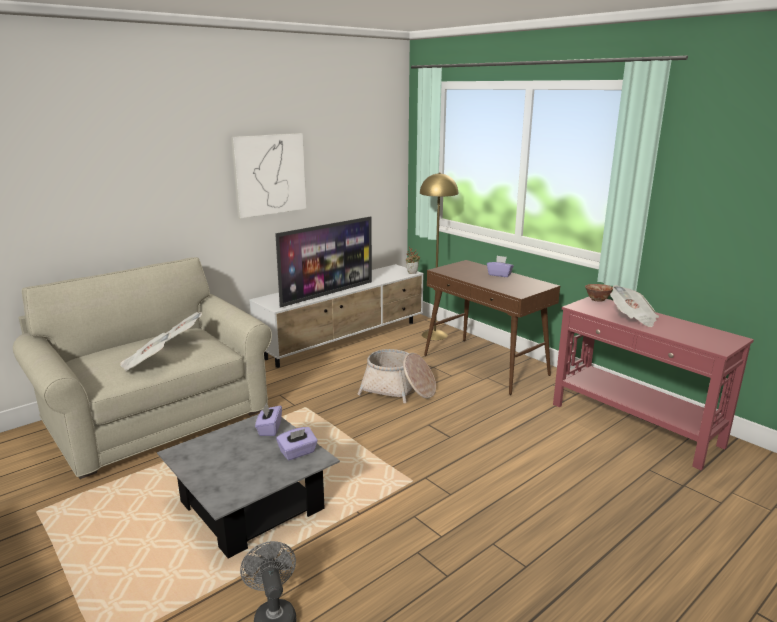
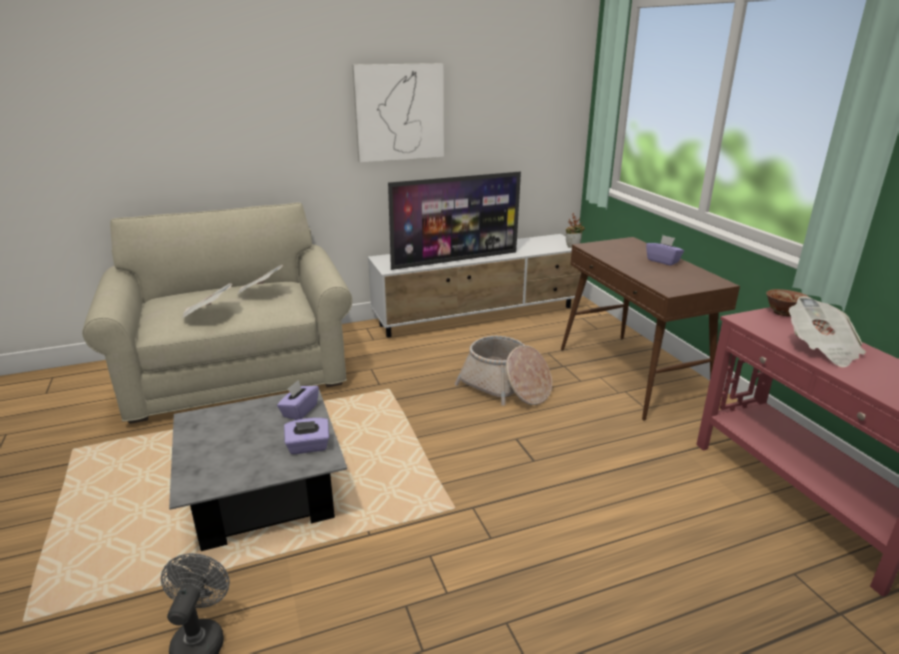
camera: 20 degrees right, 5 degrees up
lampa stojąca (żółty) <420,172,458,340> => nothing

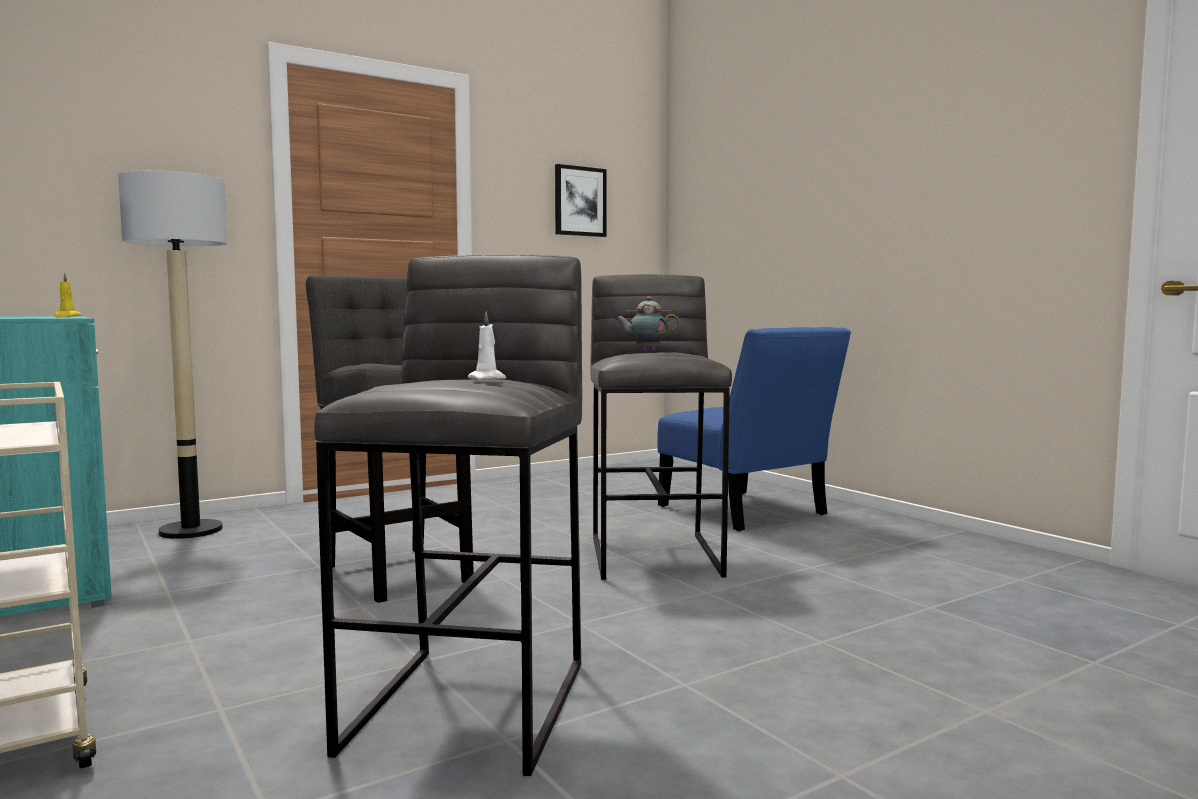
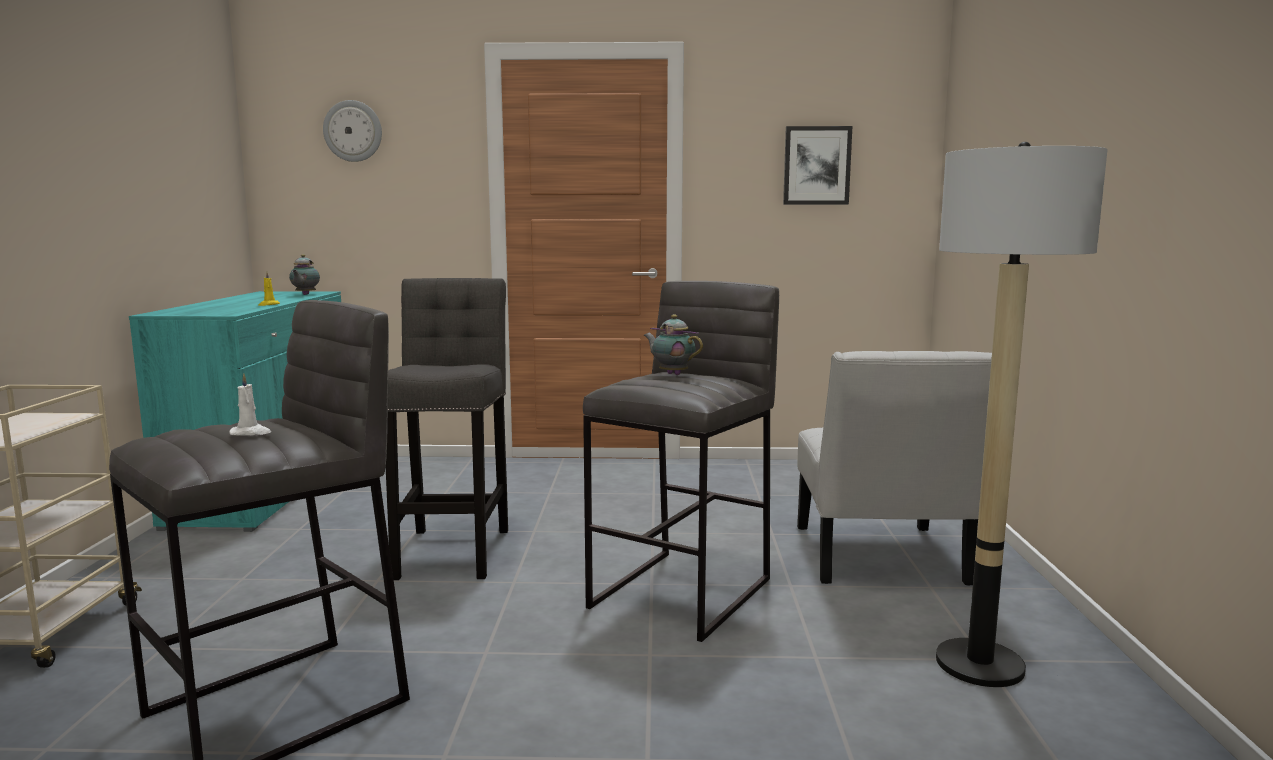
camera: 35 degrees right, 5 degrees up
lampa stojąca <118,170,227,539> => lampa stojąca <936,142,1108,687>, relocated
krzesło (niebieski) <657,327,851,531> => krzesło (biały) <797,351,992,586>
nothing => imbryk <289,254,320,295>
nothing => zegar ścienny <323,100,382,162>

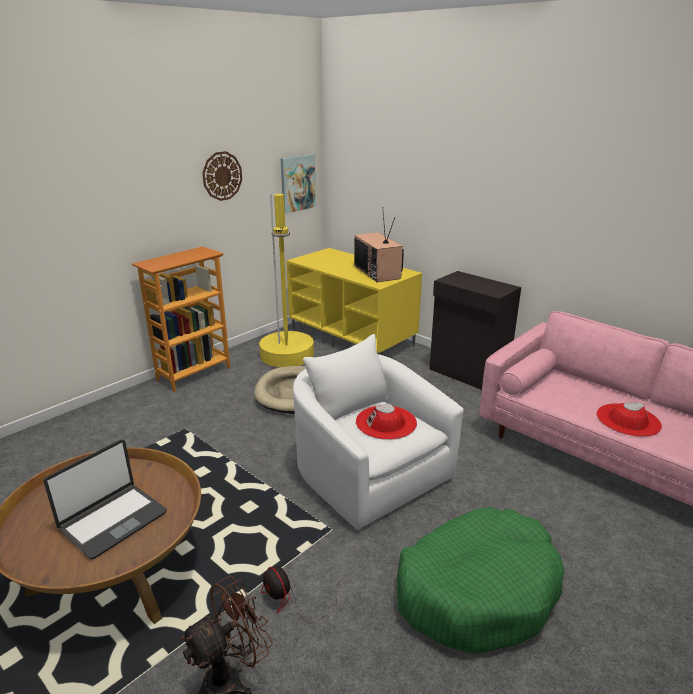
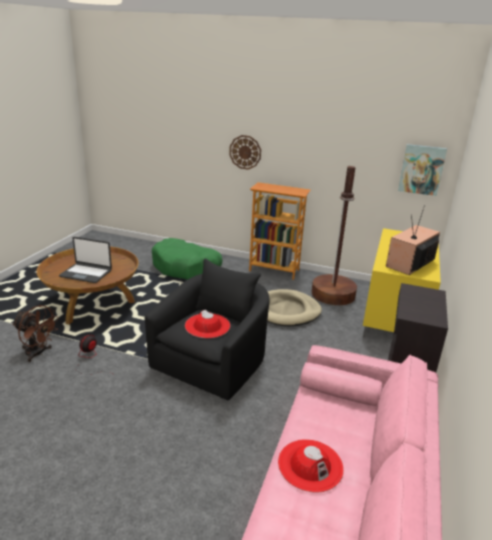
camera: 65 degrees right, 0 degrees up
zegar ścienny <202,151,242,201> => zegar ścienny <229,135,261,170>, relocated
lampa stojąca (żółty) <259,194,314,367> => lampa stojąca (brązowy) <312,166,357,305>
fotel (biały) <293,334,464,530> => fotel (czarny) <144,259,270,400>
legowisko (zielony) <397,507,565,653> => legowisko (zielony) <151,238,222,280>, relocated

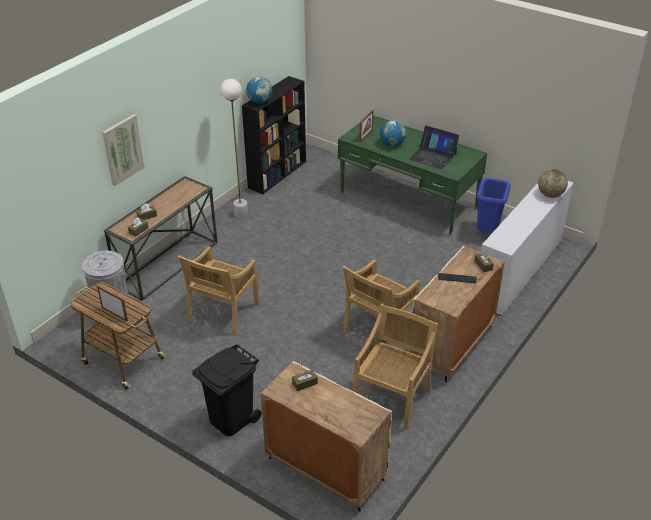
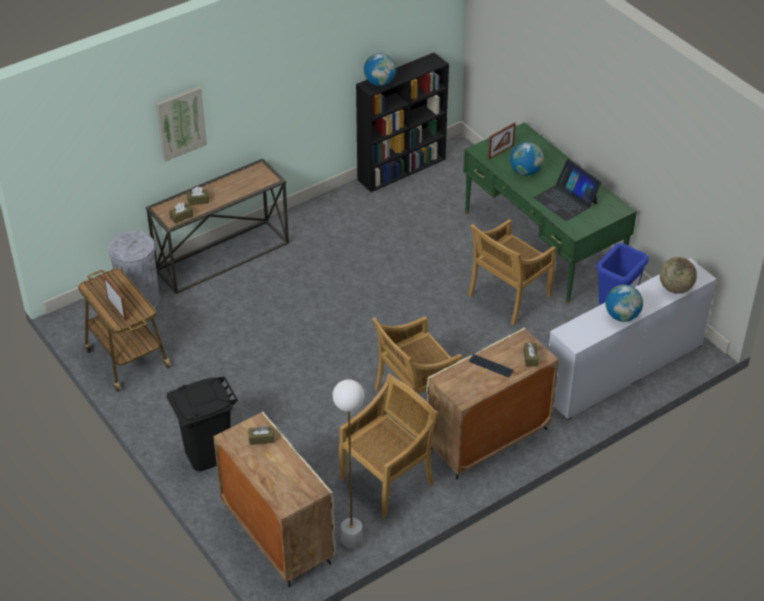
camera: 20 degrees right, 5 degrees up
krzesło (beżowy) <178,246,259,336> => krzesło (beżowy) <468,219,556,325>, relocated
lampa stojąca (biały) <221,79,248,218> => lampa stojąca (biały) <333,379,365,548>, relocated
nothing => globus <605,285,643,322>

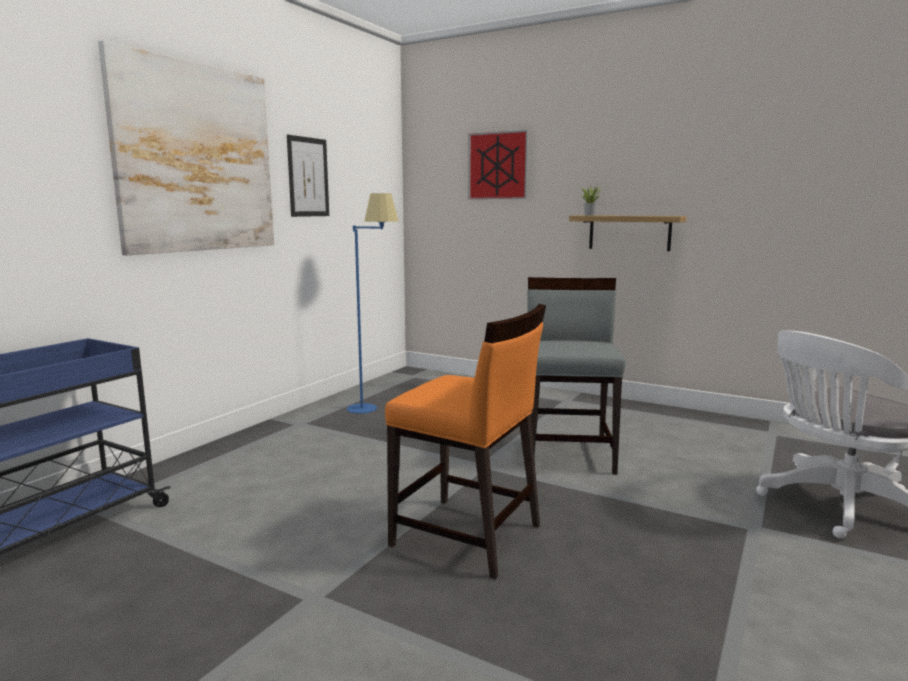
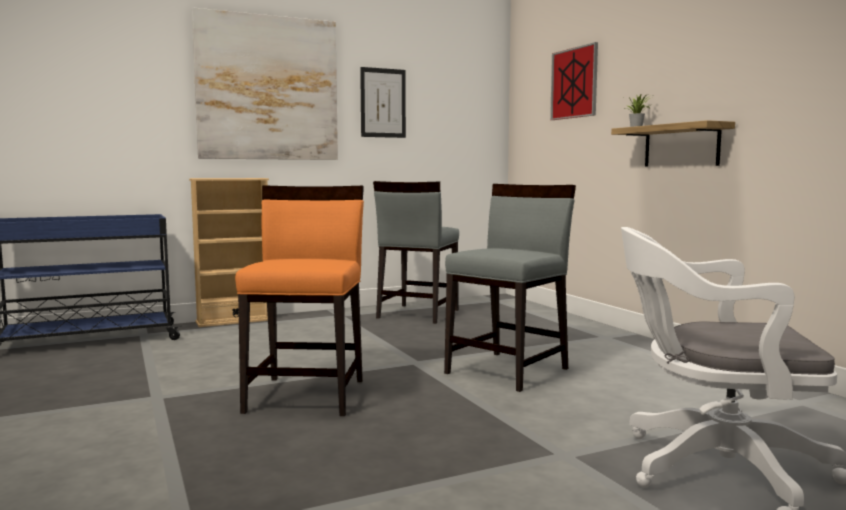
camera: 35 degrees right, 5 degrees down
lampa stojąca (niebieski) <347,193,399,414> => krzesło (szary) <373,181,459,324>
krzesło (pomarańczowy) <385,304,546,580> => krzesło (pomarańczowy) <235,185,364,416>, 150 degrees counterclockwise
nothing => regał (beżowy) <189,178,269,327>

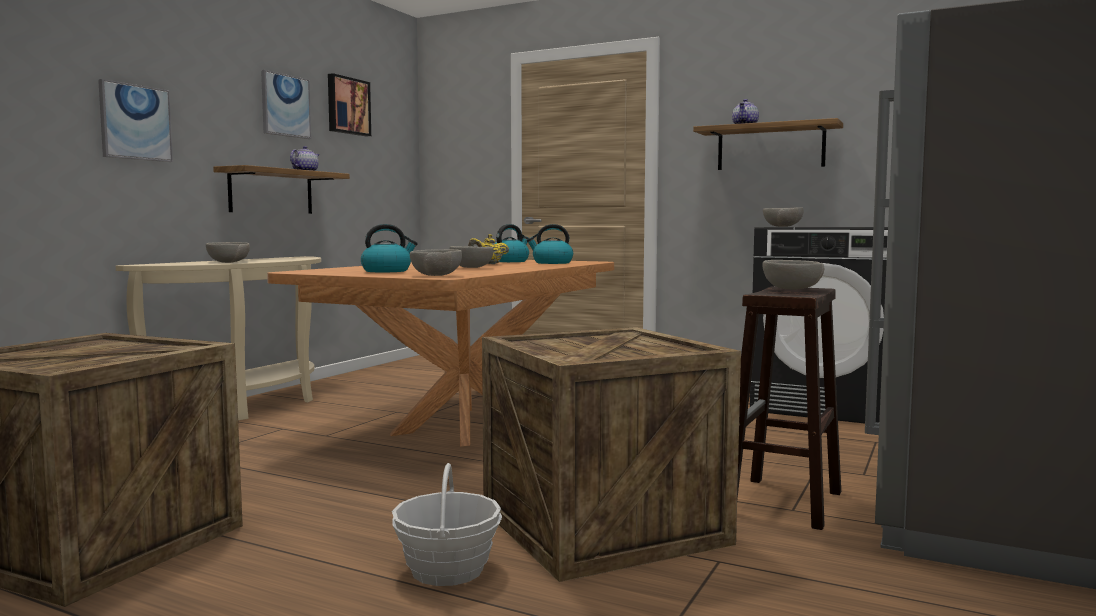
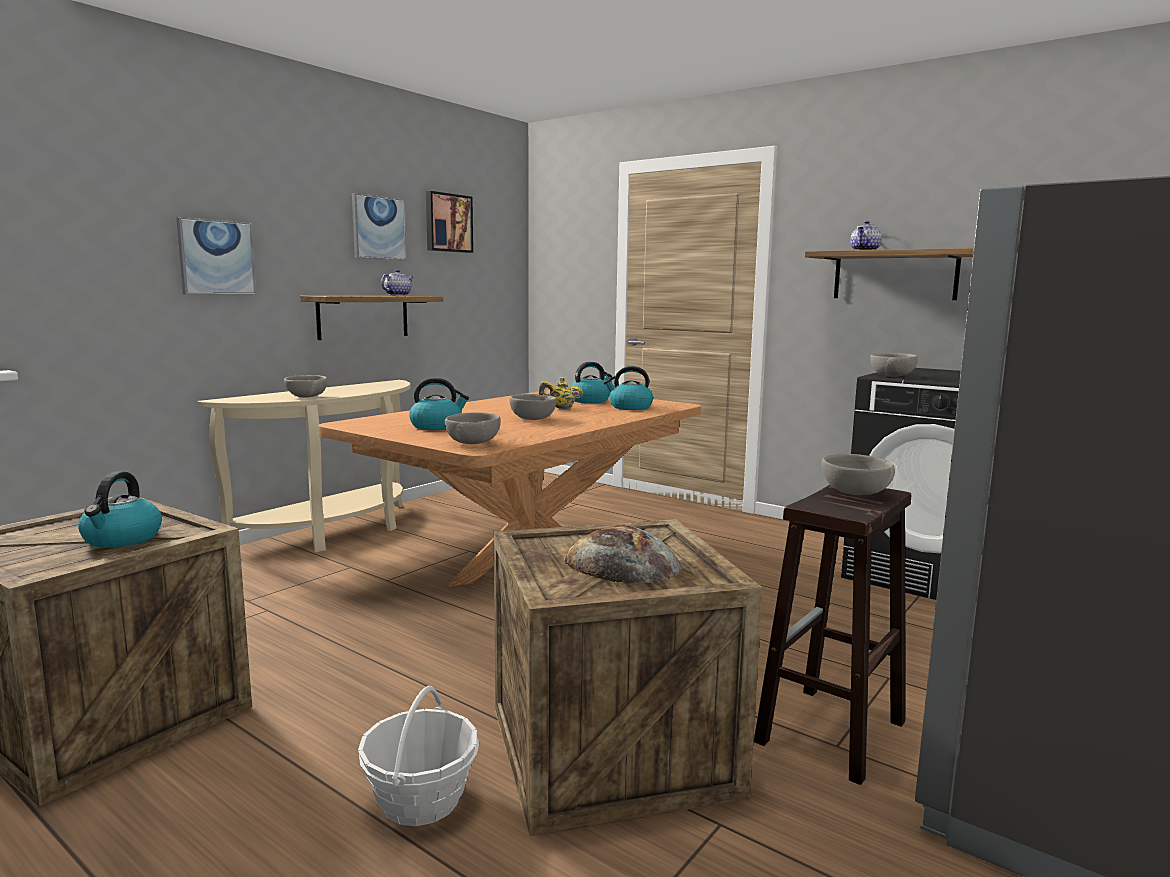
camera: 10 degrees right, 5 degrees up
nothing => czajnik <78,471,162,548>
nothing => chleb <564,525,682,584>

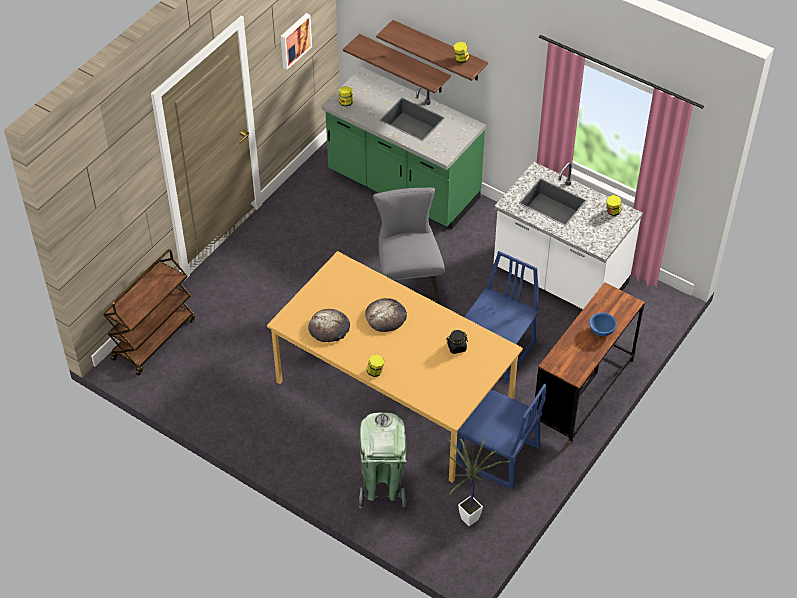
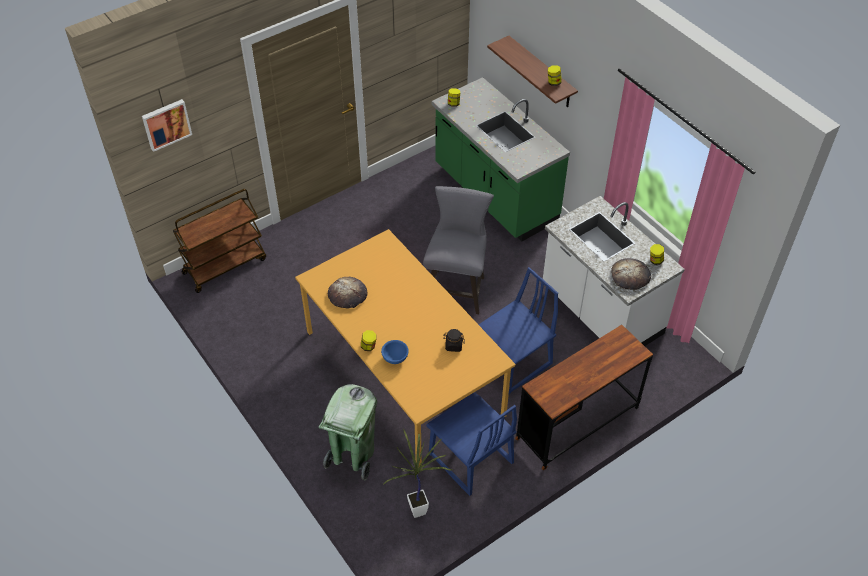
camera: 20 degrees right, 0 degrees up
obraz <281,13,312,70> => obraz <142,99,192,152>, relocated
półka <343,34,451,94> => nothing
chleb <365,298,407,332> => chleb <611,258,651,290>, relocated
miska (niebieski) <589,312,617,336> => miska (niebieski) <381,340,409,364>, relocated

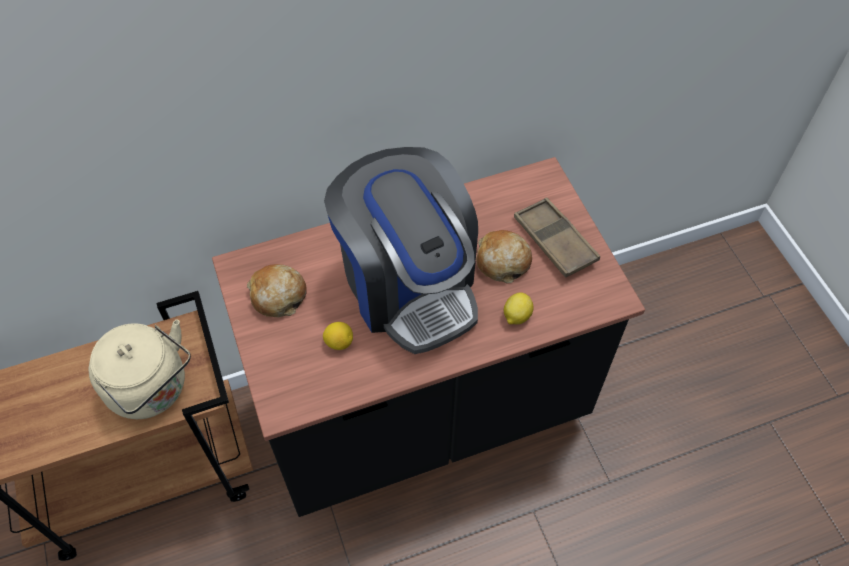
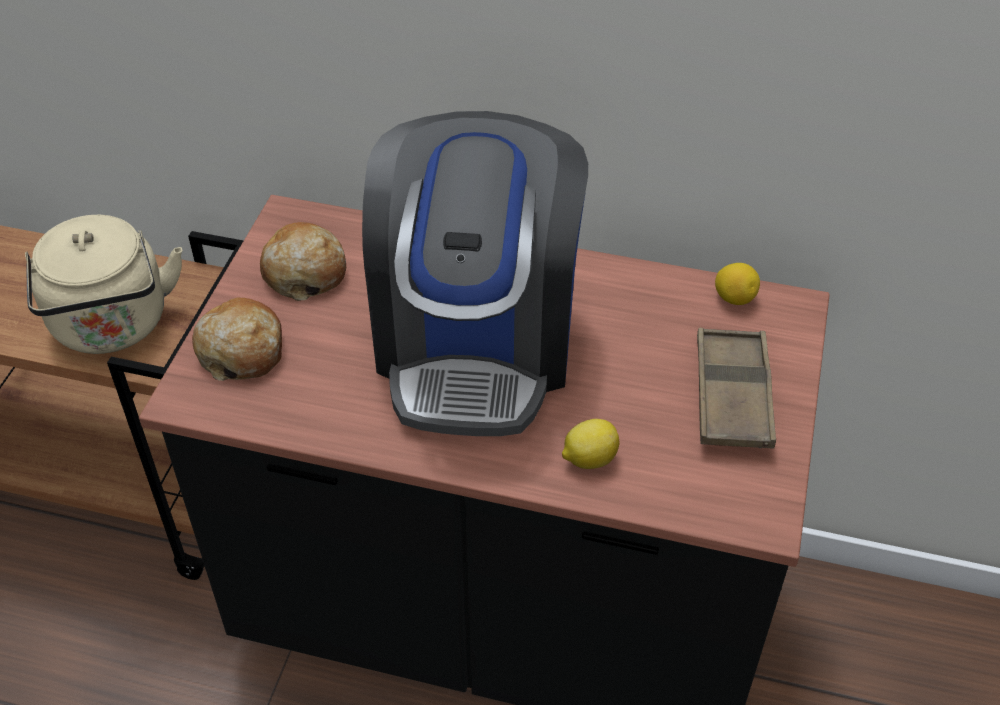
camera: 35 degrees right, 10 degrees down
cytryna <323,322,353,350> => cytryna <715,263,760,305>, relocated
chleb <476,230,532,283> => chleb <192,298,282,381>, relocated

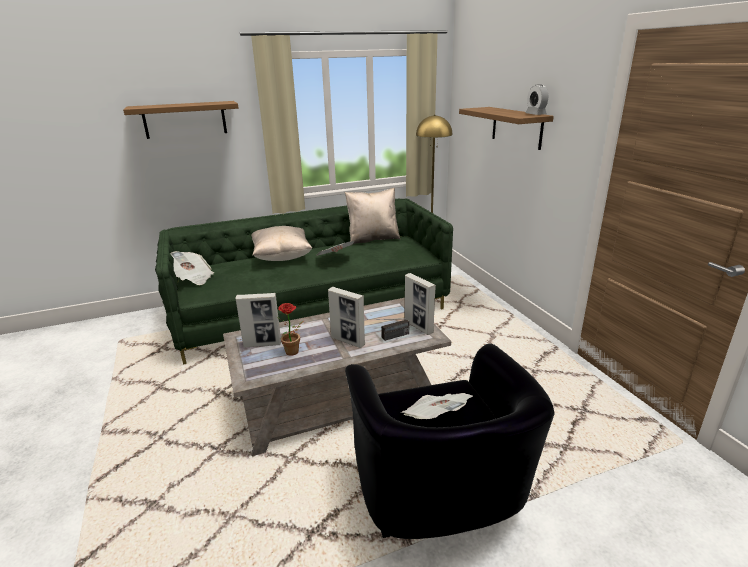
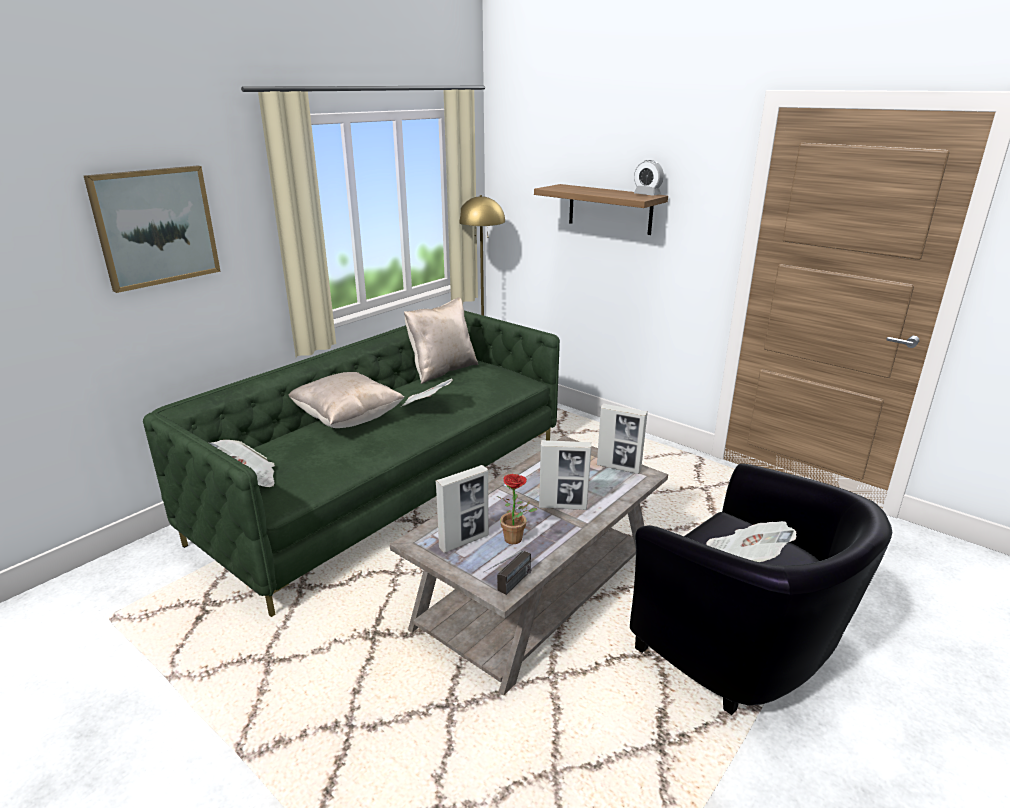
camera: 30 degrees left, 0 degrees up
półka <123,101,239,139> => obraz <84,166,221,293>
radio <367,318,409,341> => radio <483,550,532,595>, relocated

